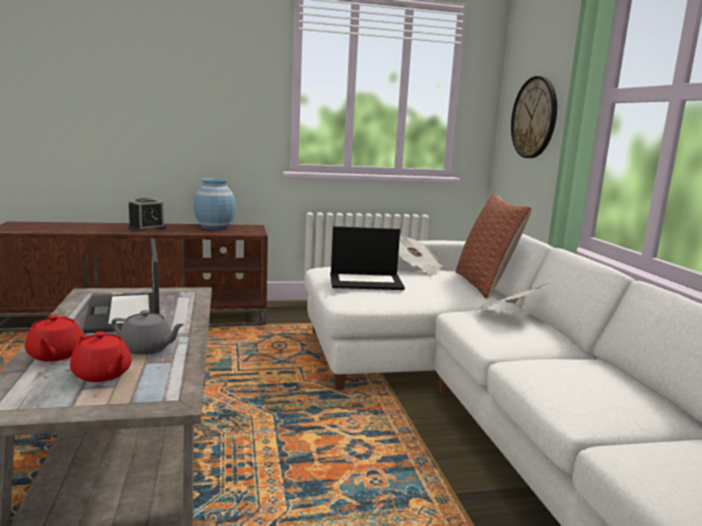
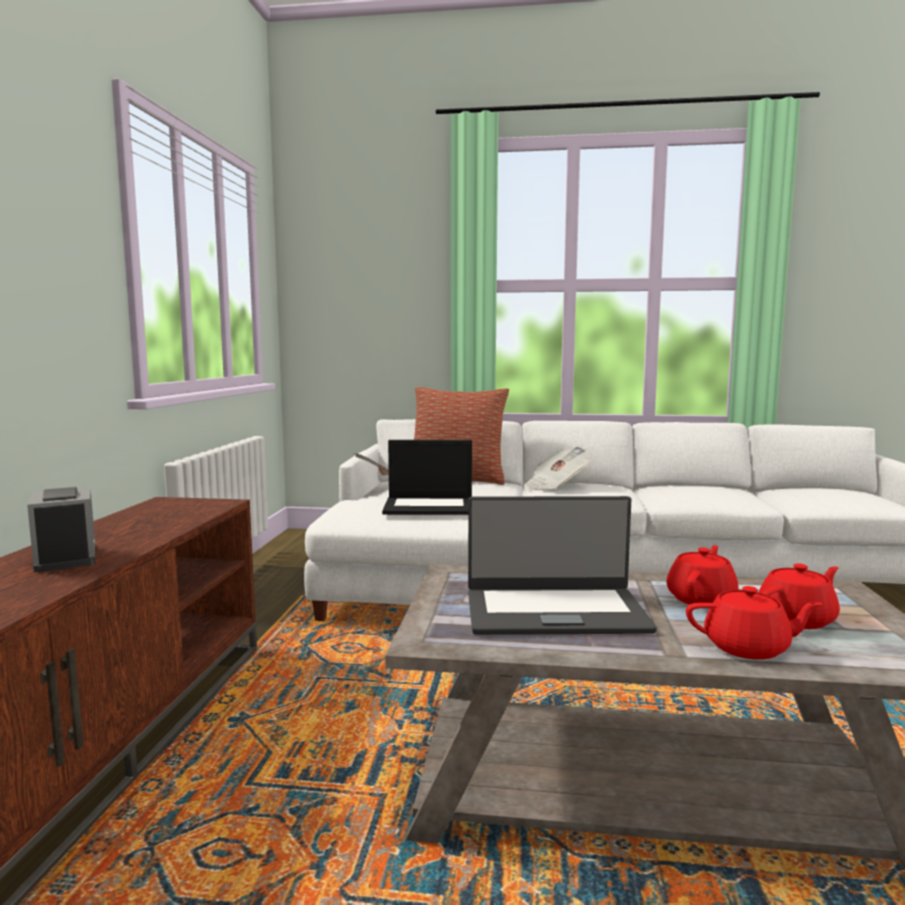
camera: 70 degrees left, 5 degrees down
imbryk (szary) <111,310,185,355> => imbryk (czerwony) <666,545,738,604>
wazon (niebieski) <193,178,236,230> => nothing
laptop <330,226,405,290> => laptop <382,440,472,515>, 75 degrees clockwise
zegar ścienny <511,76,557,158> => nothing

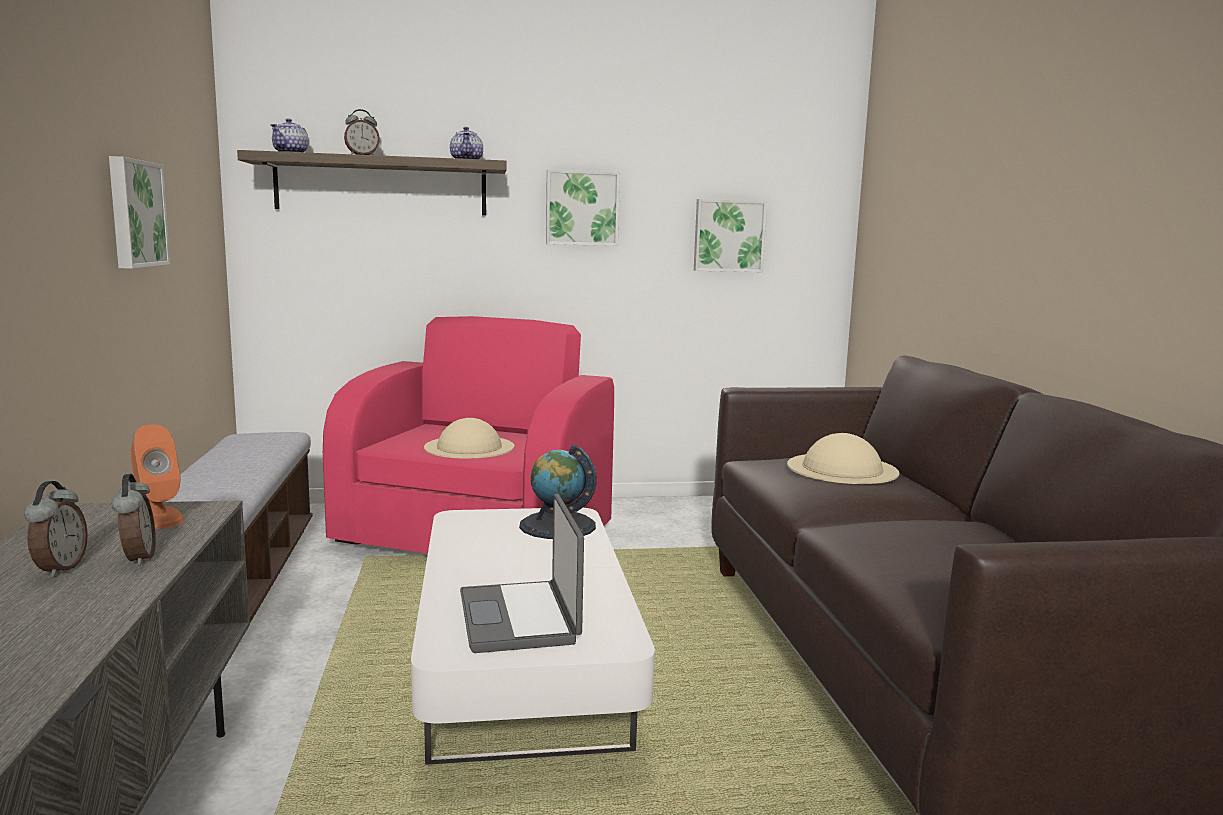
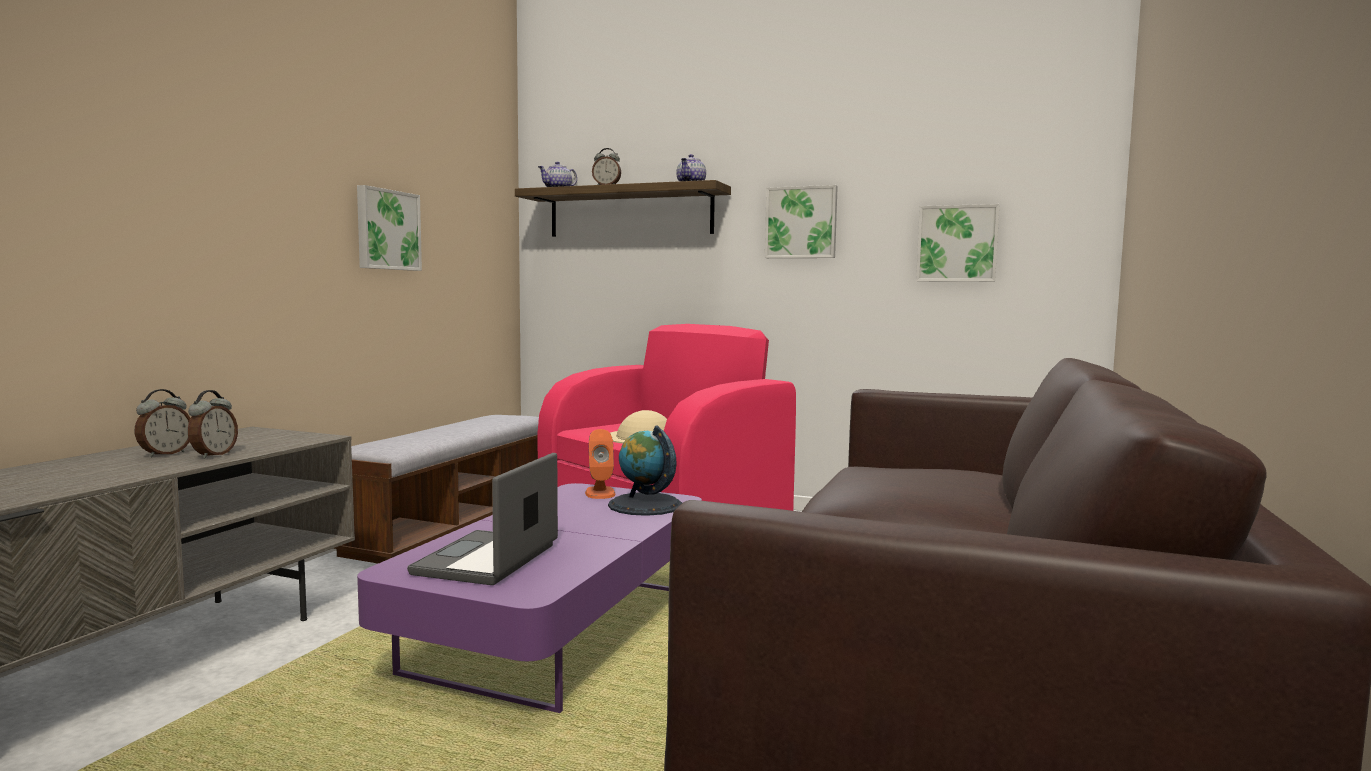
camera: 30 degrees right, 5 degrees down
głośnik (pomarańczowy) <131,424,184,529> => głośnik (pomarańczowy) <585,429,615,499>, relocated
ława (biały) <411,508,655,765> => ława (fioletowy) <357,483,702,713>
kapelusz (beżowy) <787,433,900,484> => nothing

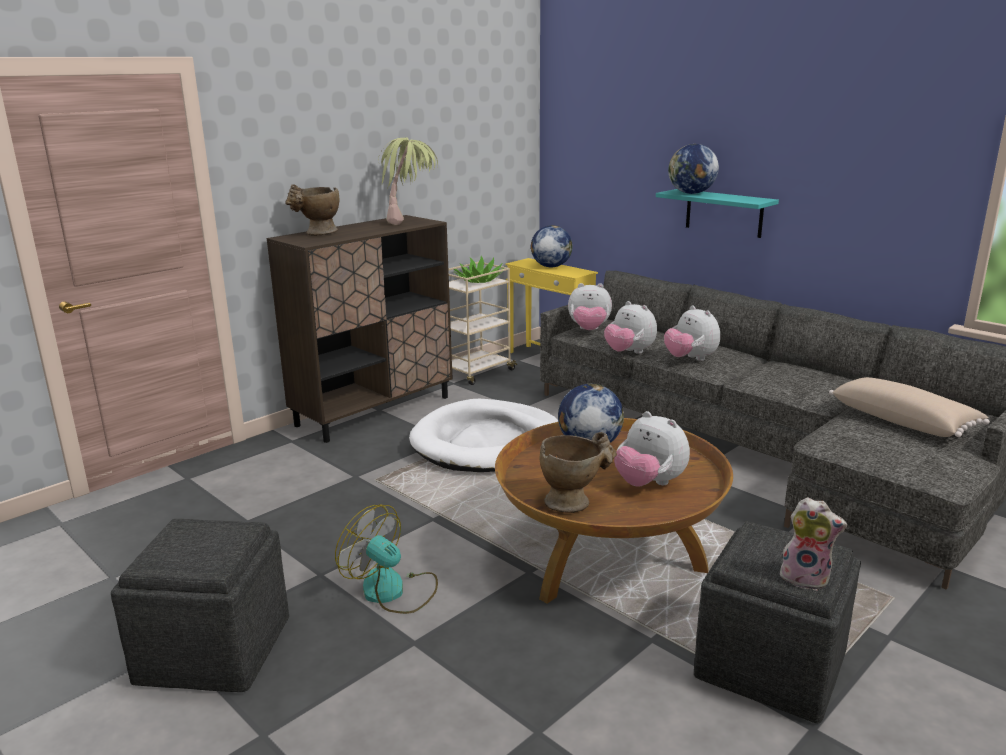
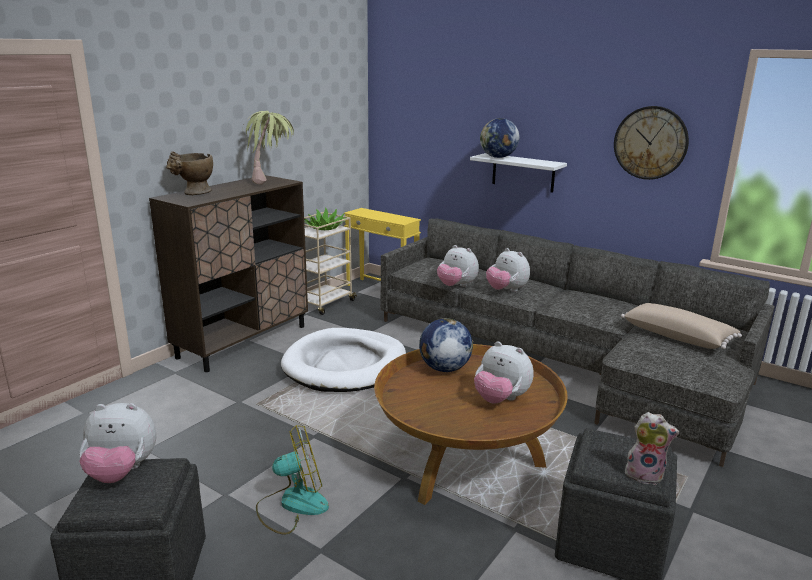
camera: 10 degrees left, 0 degrees up
wentylator <335,505,438,614> => wentylator <256,425,329,535>, 135 degrees clockwise
globus <531,225,572,267> => nothing
wazon (beżowy) <540,432,617,513> => nothing
pluszak <568,283,612,330> => pluszak <79,403,157,483>, relocated
półka (turkusowy) <656,189,779,238> => półka (biały) <470,153,567,193>
nothing => zegar ścienny <614,106,689,180>

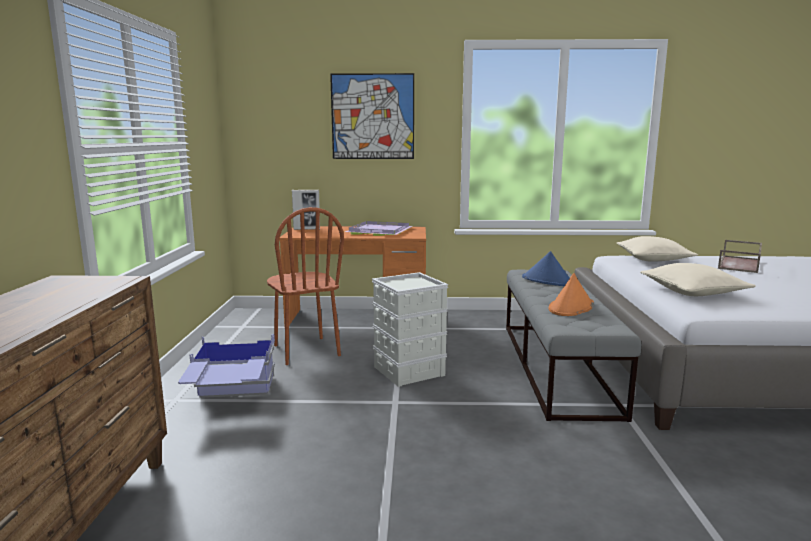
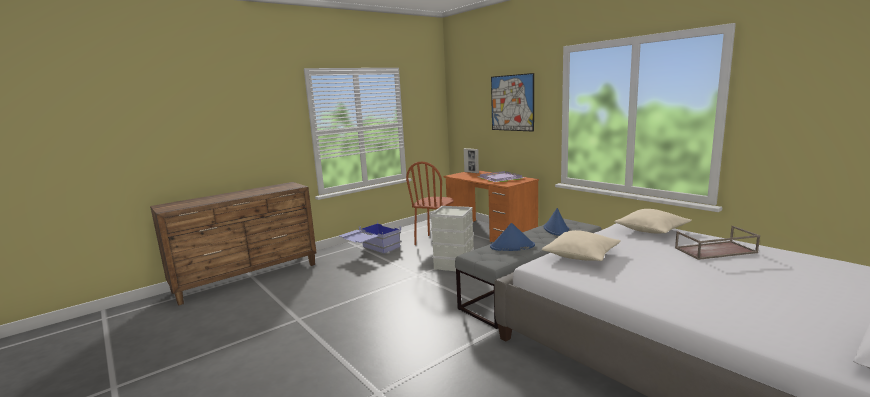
camera: 50 degrees right, 0 degrees up
kapelusz (pomarańczowy) <549,273,594,316> => kapelusz (niebieski) <490,223,535,251>

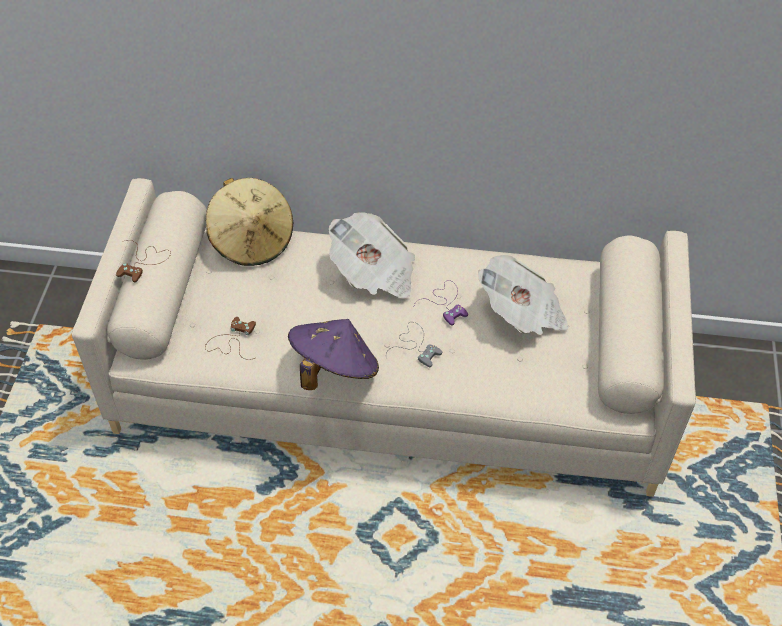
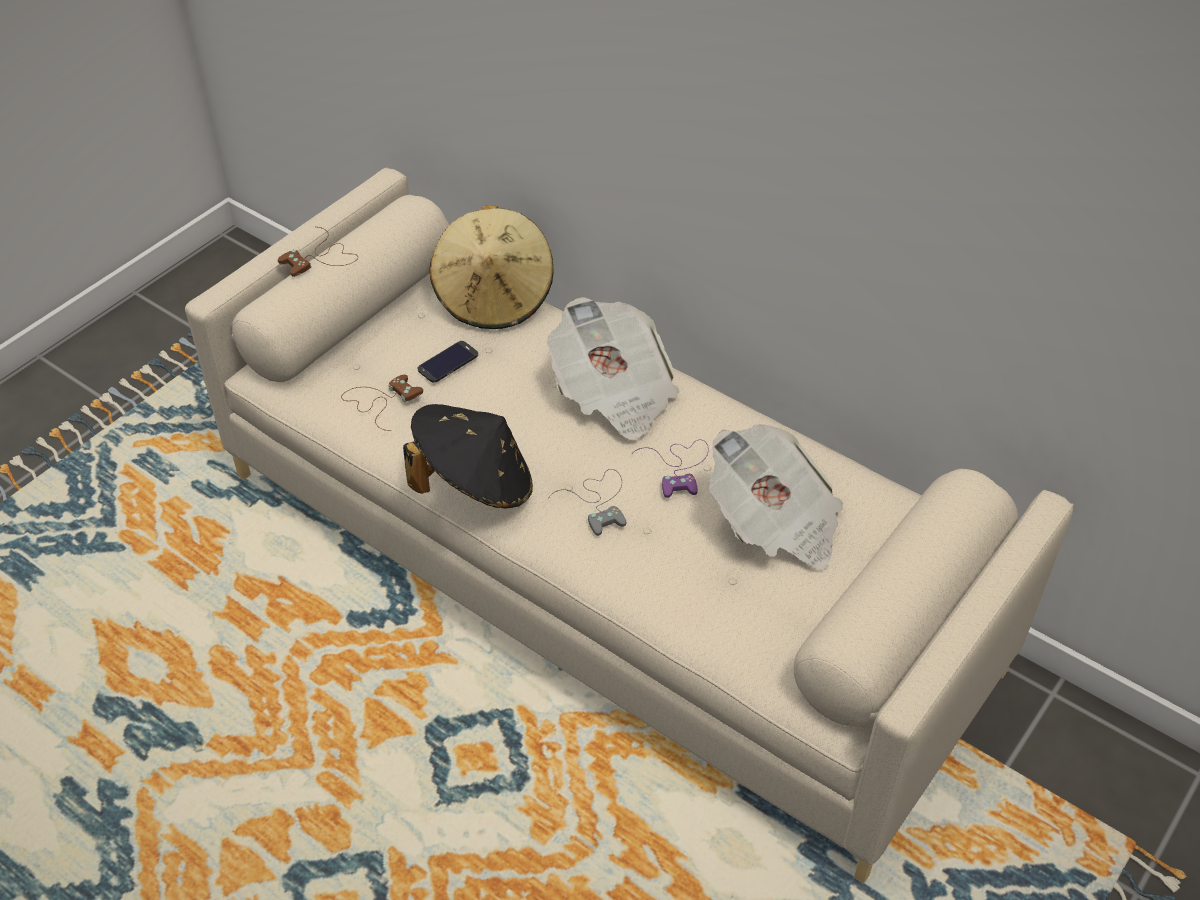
camera: 30 degrees right, 5 degrees down
kapelusz (fioletowy) <288,319,379,390> => kapelusz (czarny) <403,404,533,508>
nothing => telefon <418,341,478,383>

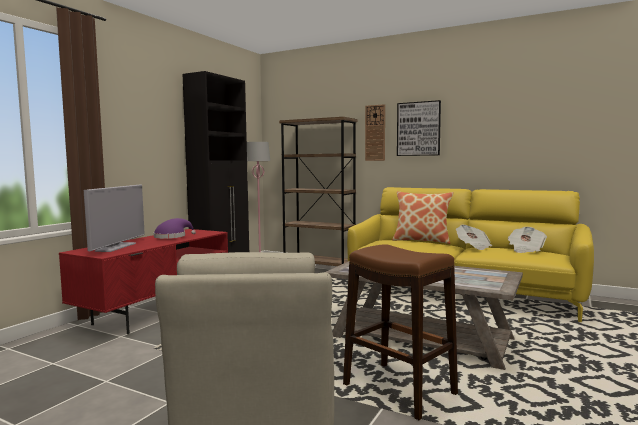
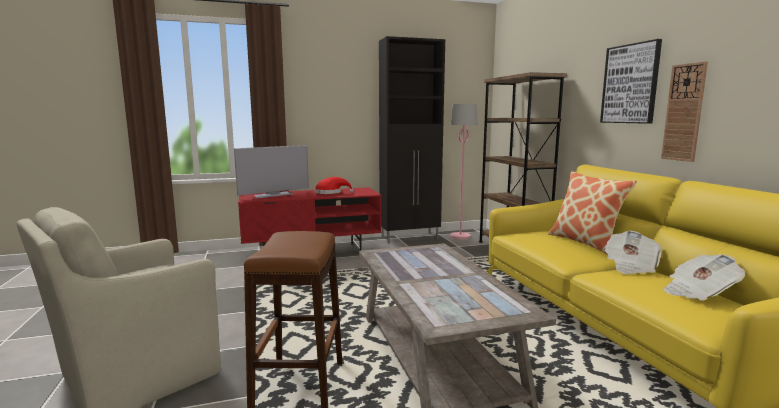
camera: 45 degrees right, 5 degrees up
kapelusz (fioletowy) <154,218,196,239> => kapelusz (czerwony) <315,177,354,194>
zegar ścienny <365,104,385,161> => zegar ścienny <661,61,708,162>, relocated

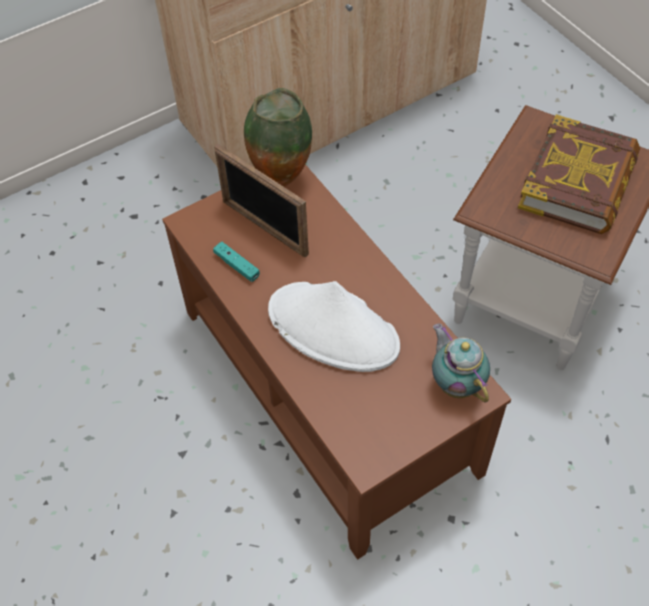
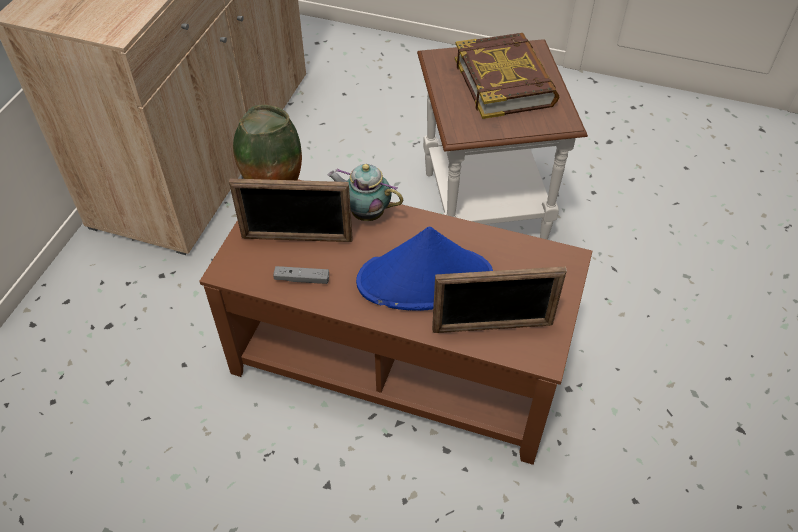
camera: 40 degrees left, 5 degrees down
pad do gier (turkusowy) <213,242,260,282> => pad do gier (szary) <273,266,329,284>
kapelusz (biały) <268,281,400,372> => kapelusz (niebieski) <356,226,493,311>
imbryk <432,324,490,402> => imbryk <328,164,403,221>, relocated
nothing => ramka na zdjęcie <432,266,567,333>

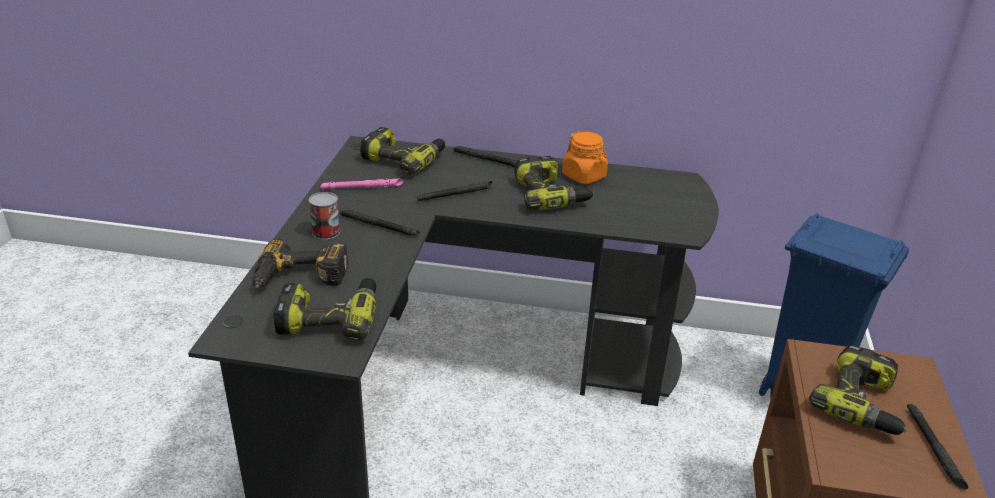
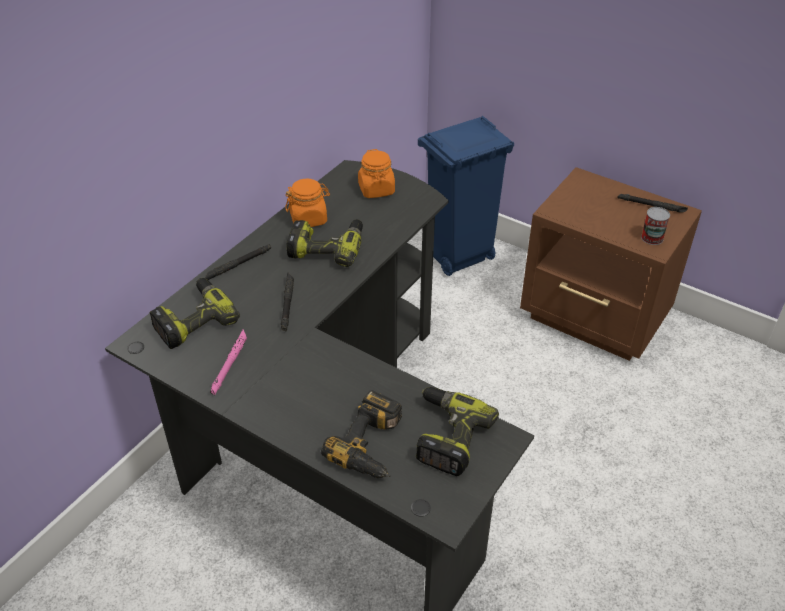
camera: 65 degrees left, 10 degrees up
puszka <309,192,340,240> => puszka <641,207,670,245>, relocated
latarka (czarny) <340,209,420,236> => nothing
wiertarka <809,345,907,435> => nothing
nothing => słoik (pomarańczowy) <358,149,395,198>

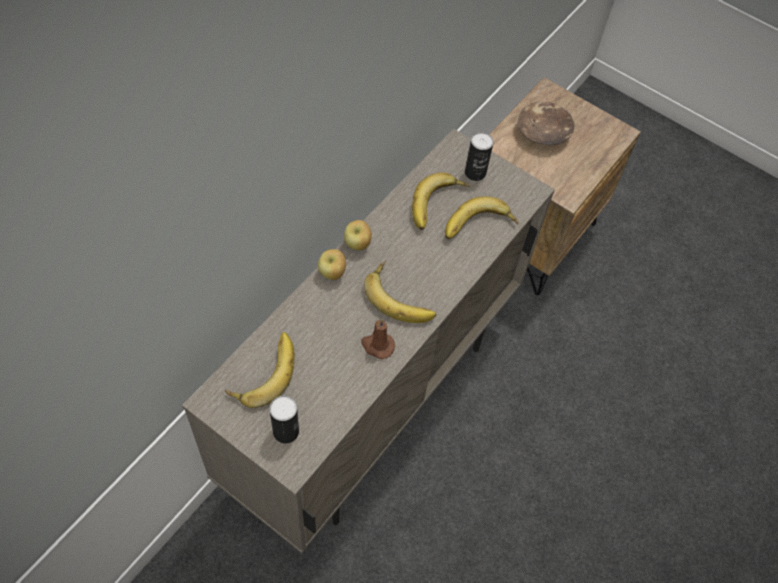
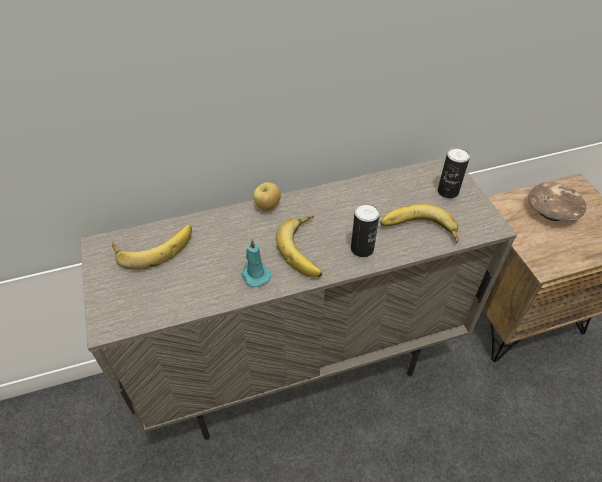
camera: 40 degrees right, 10 degrees down
puszka <270,396,299,444> => puszka <351,203,380,257>, relocated
jabłko <344,220,372,250> => nothing
świeca (brązowy) <361,319,395,359> => świeca (turkusowy) <241,239,271,287>
banan <412,172,470,230> => nothing

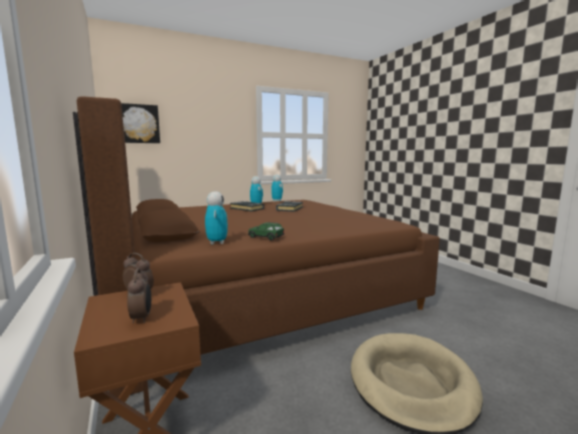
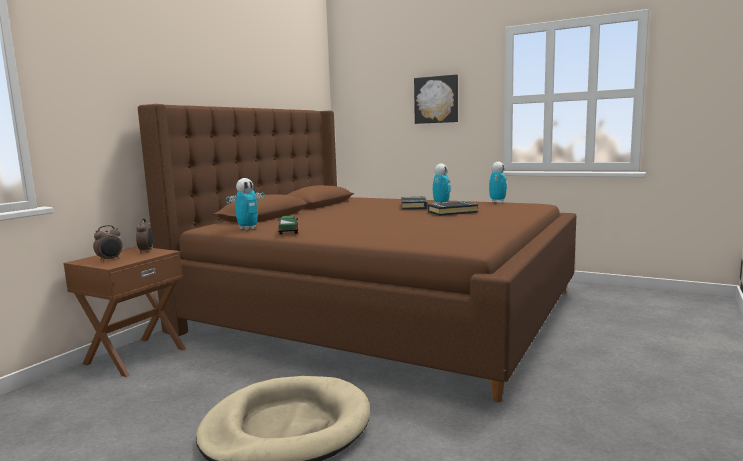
camera: 55 degrees right, 0 degrees up
obraz <121,103,160,143> => obraz <414,75,458,124>, relocated

